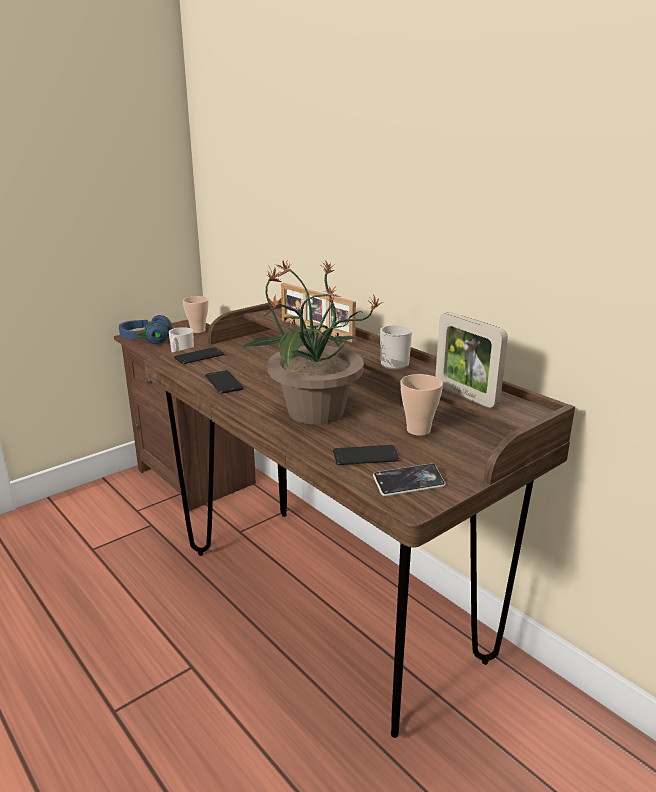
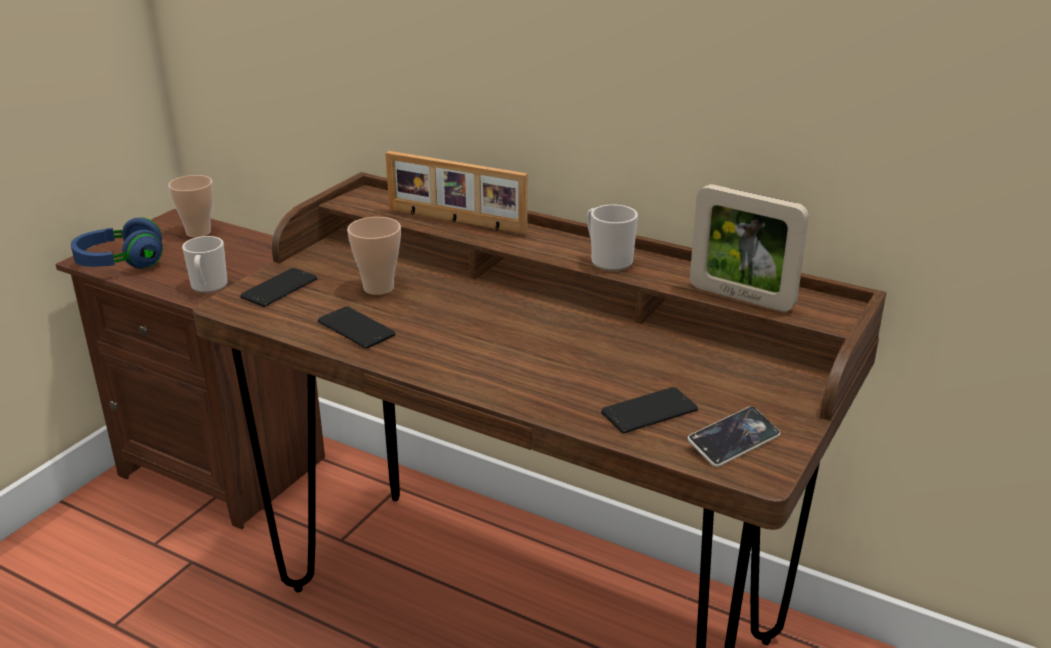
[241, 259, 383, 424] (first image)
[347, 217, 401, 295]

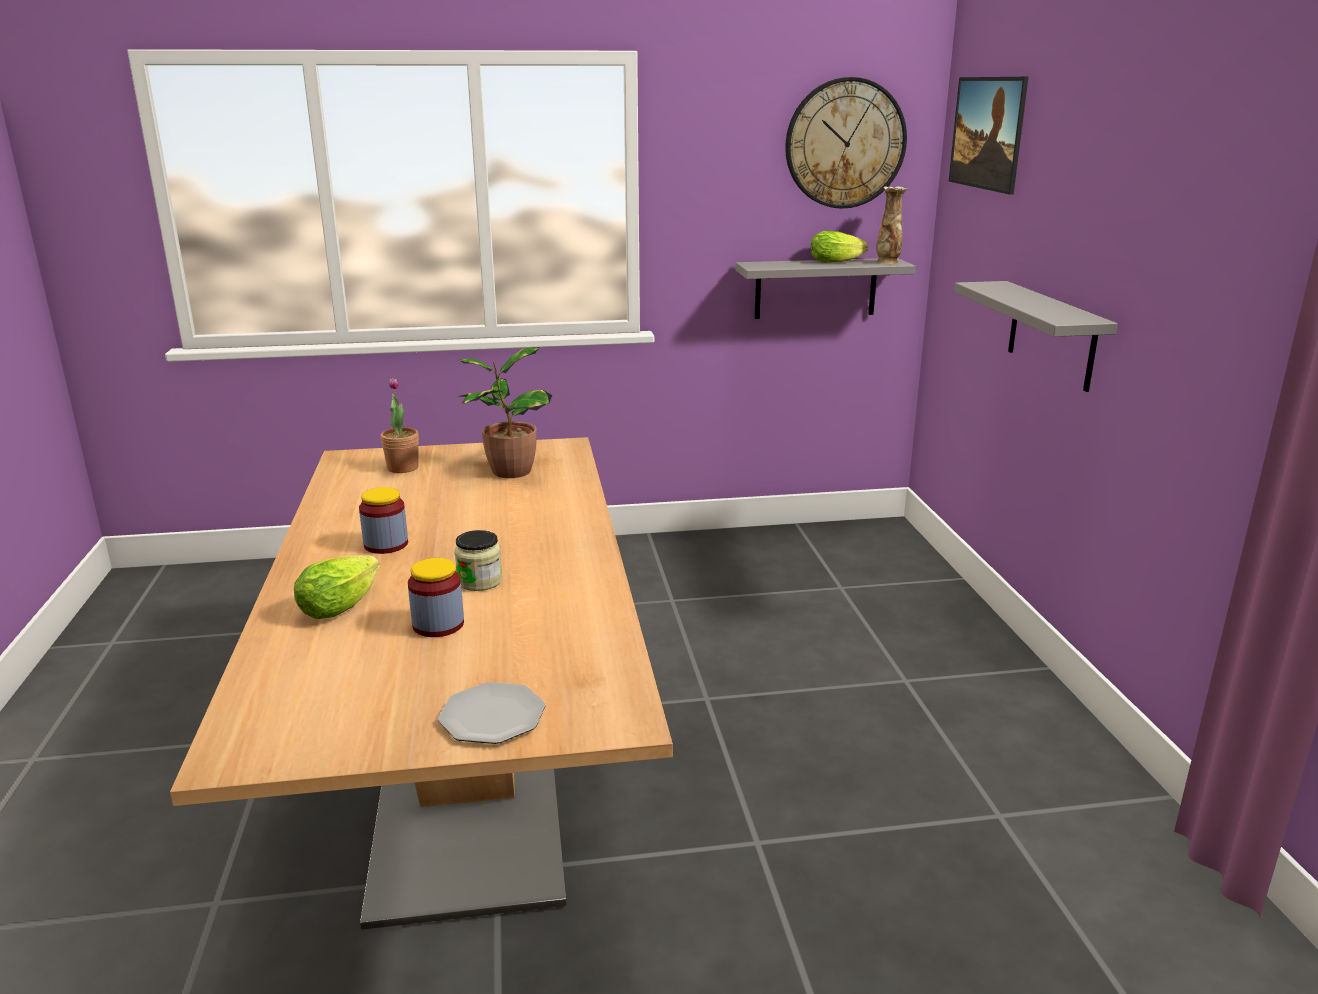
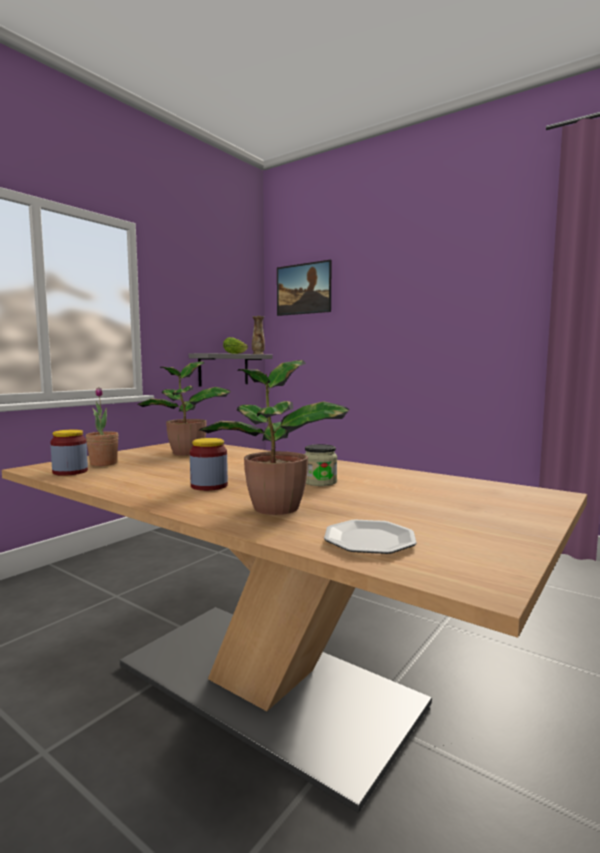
[785, 77, 907, 209] (first image)
[954, 281, 1117, 392] (first image)
[199, 360, 349, 515]
[50, 429, 88, 476]
[324, 520, 417, 554]

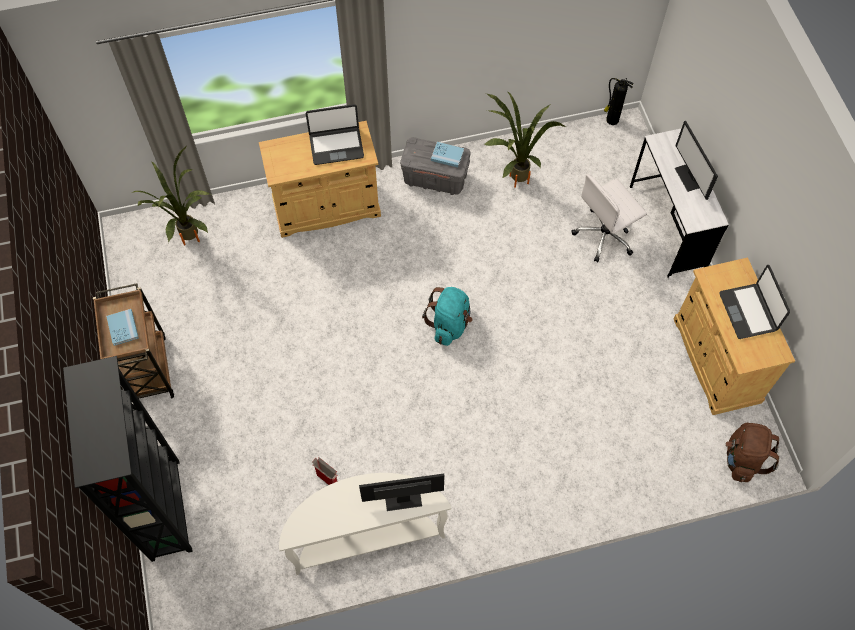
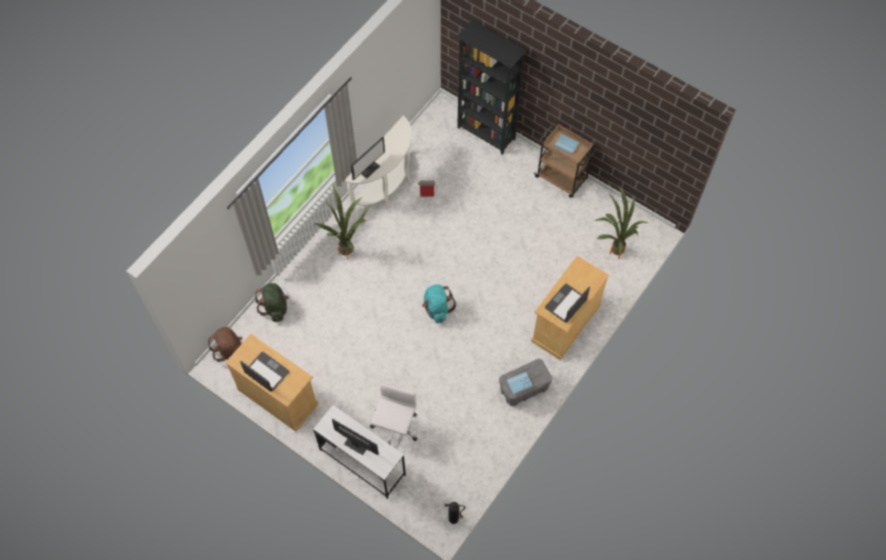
[314, 186, 370, 260]
[255, 283, 289, 322]

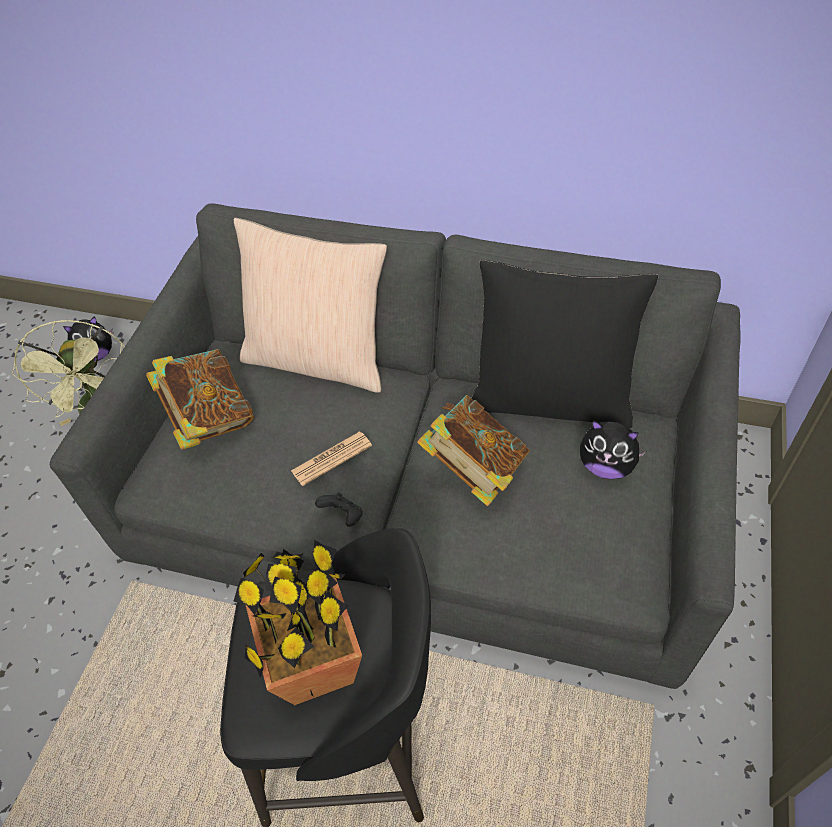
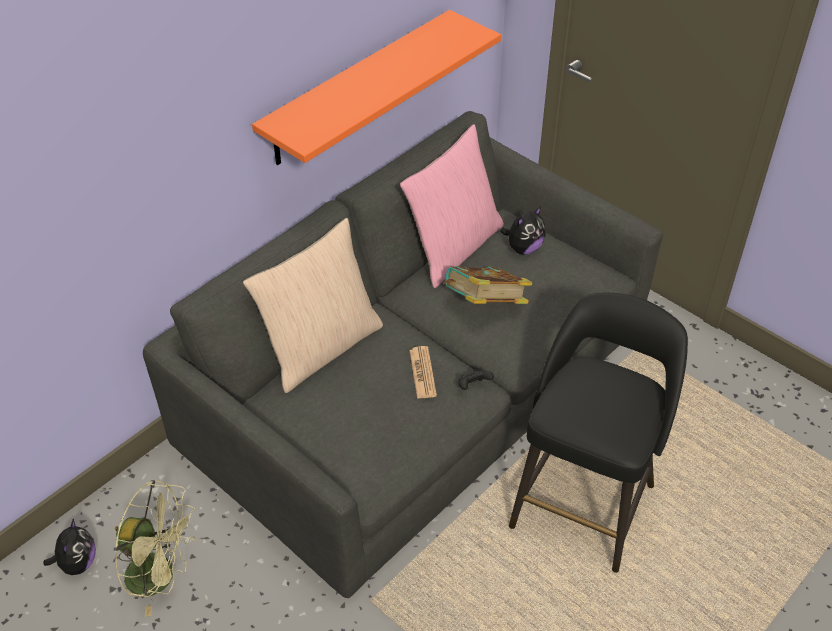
[400, 124, 504, 288]
[146, 349, 254, 450] (first image)
[234, 540, 362, 705] (first image)
[252, 10, 501, 165]

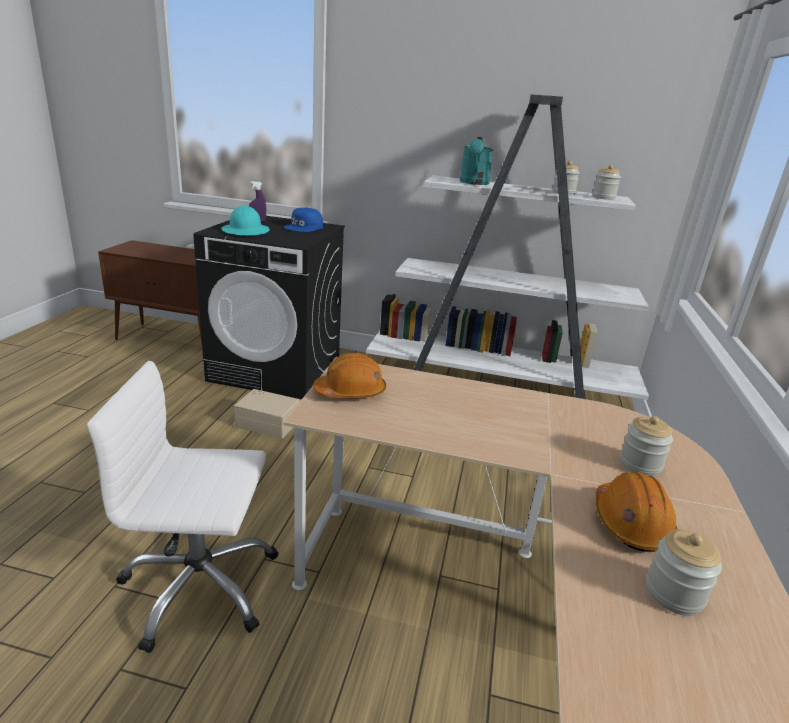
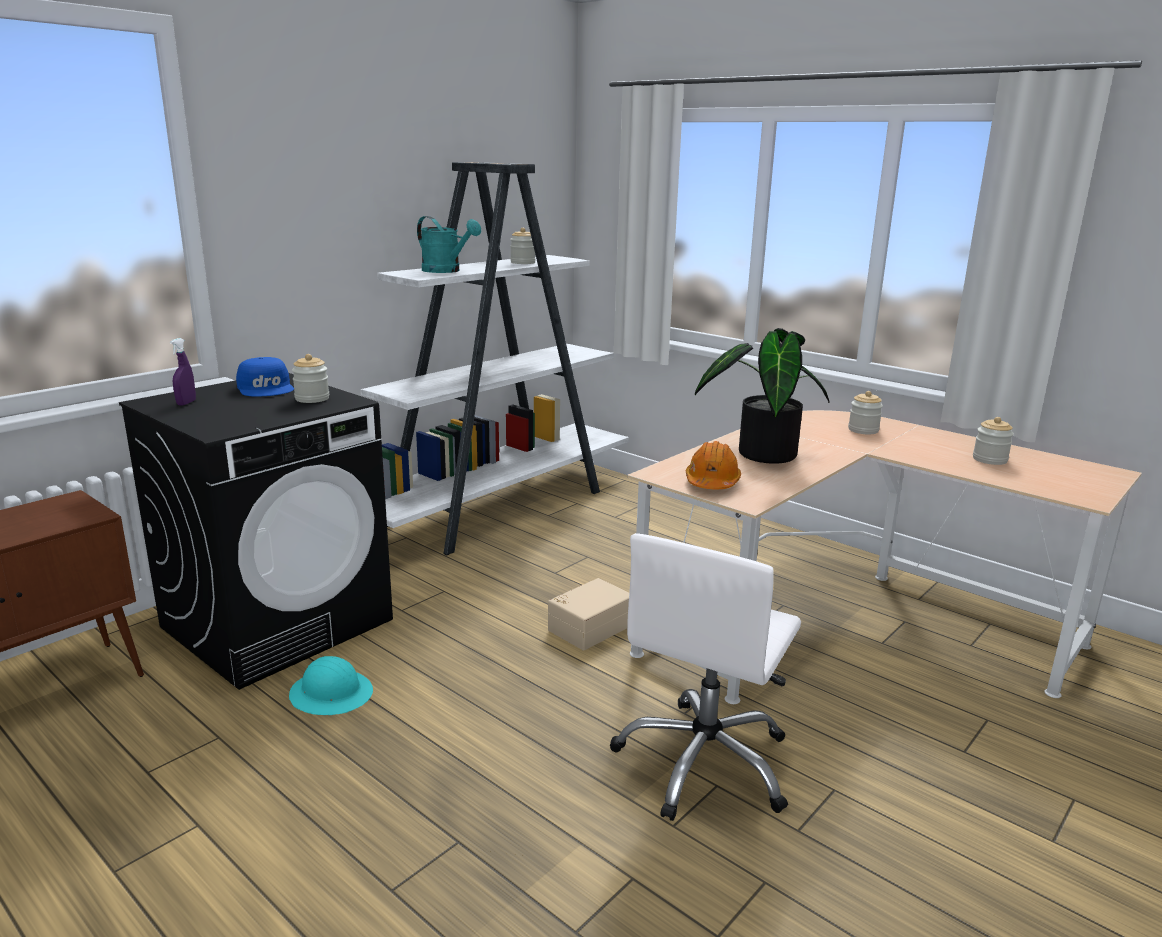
[292, 354, 330, 403]
[289, 656, 373, 715]
[548, 578, 629, 651]
[596, 472, 677, 552] (first image)
[695, 328, 829, 464]

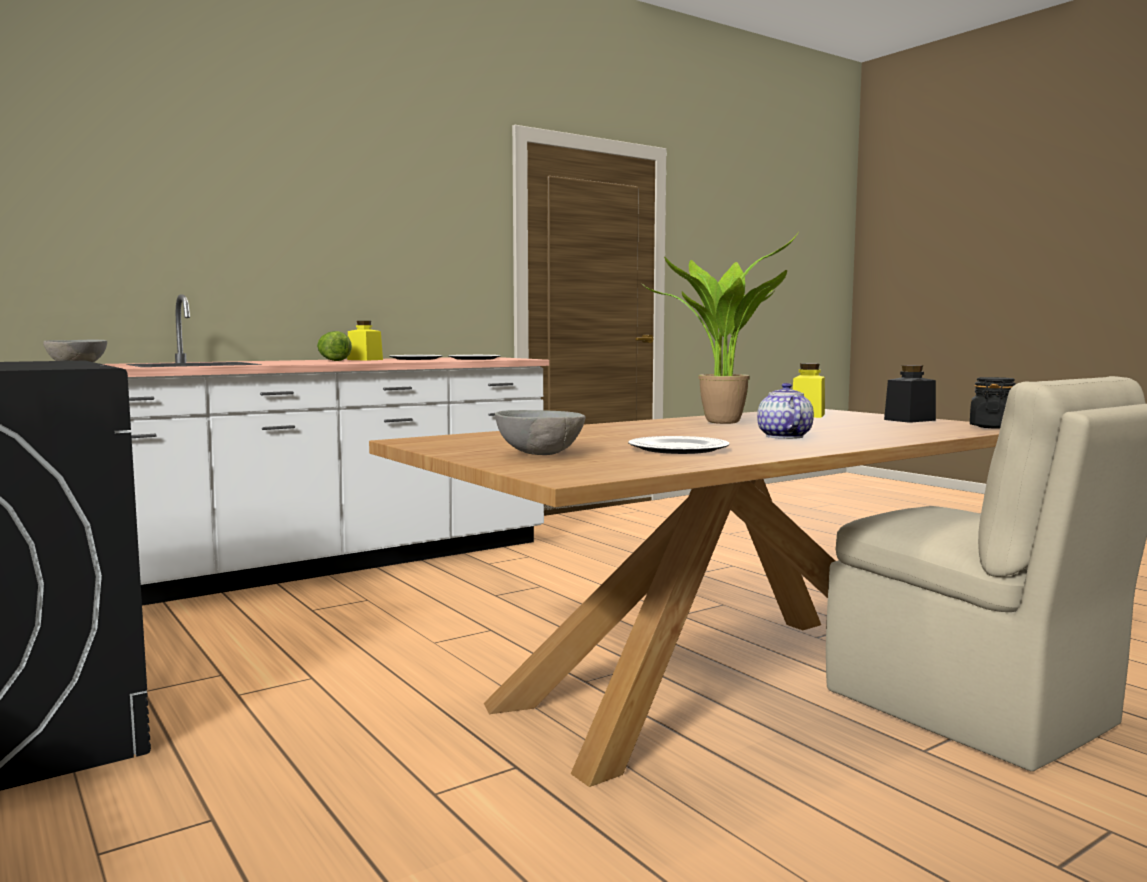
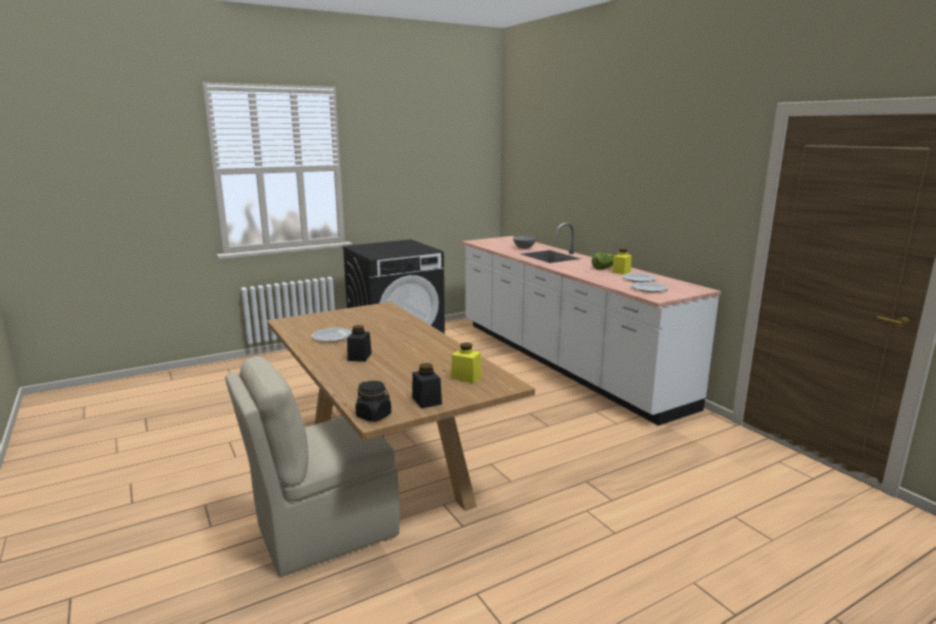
[641, 232, 799, 424] (first image)
[347, 325, 372, 362]
[495, 410, 586, 455] (first image)

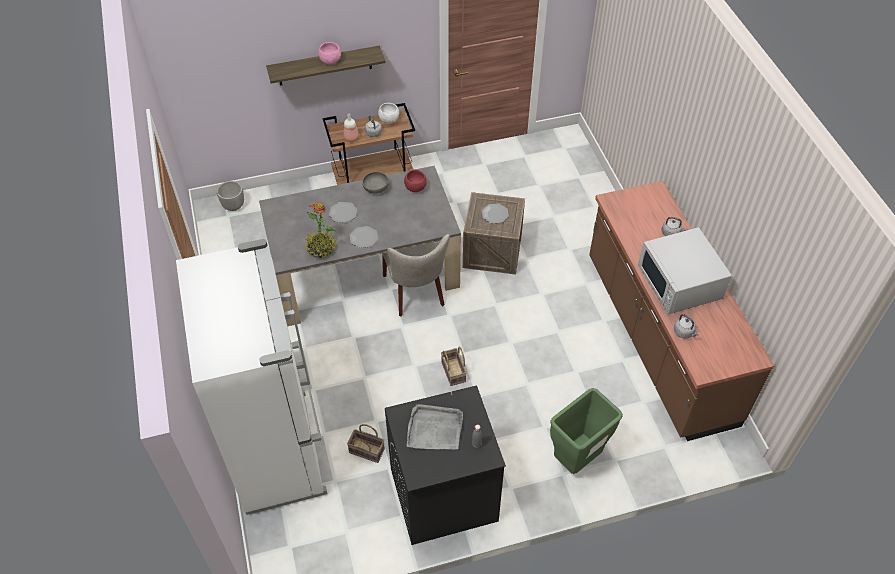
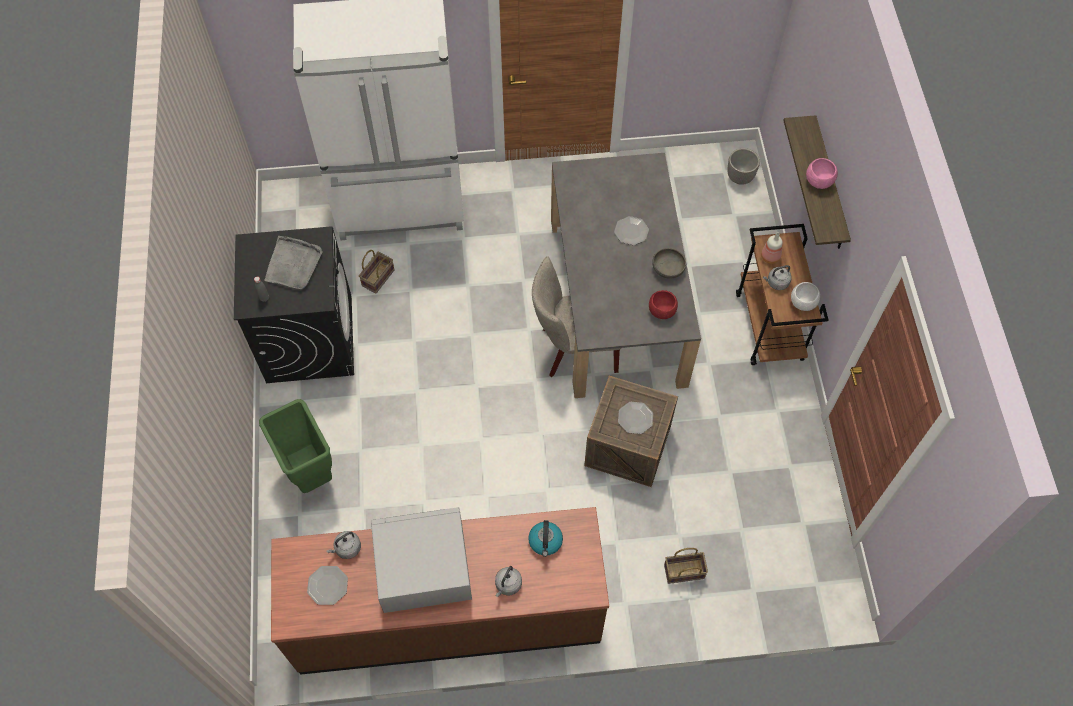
[305, 202, 337, 258] (first image)
[307, 566, 348, 605]
[664, 548, 708, 584]
[528, 520, 563, 557]

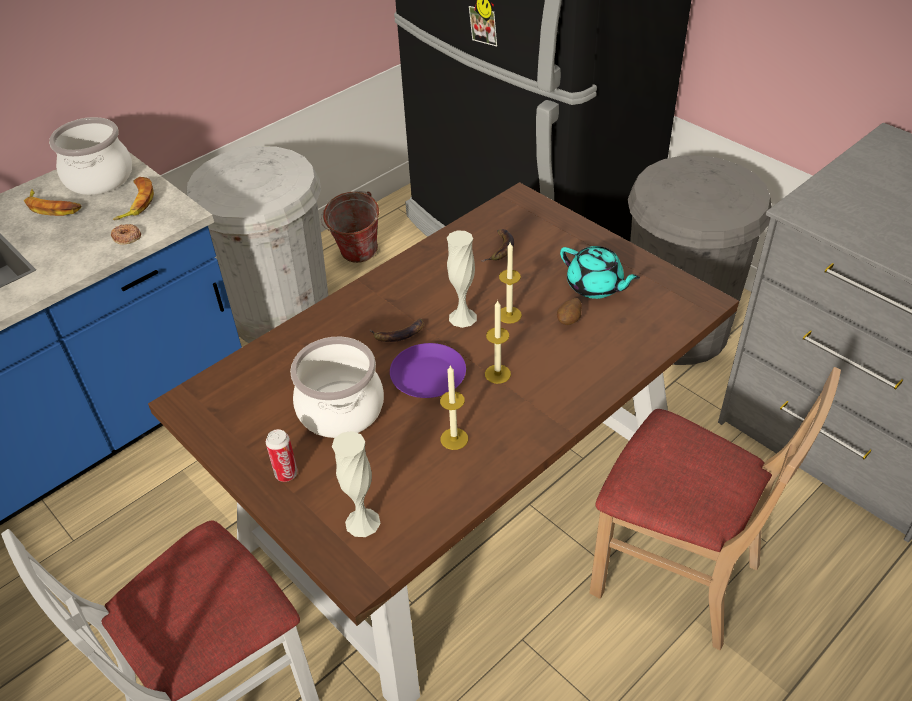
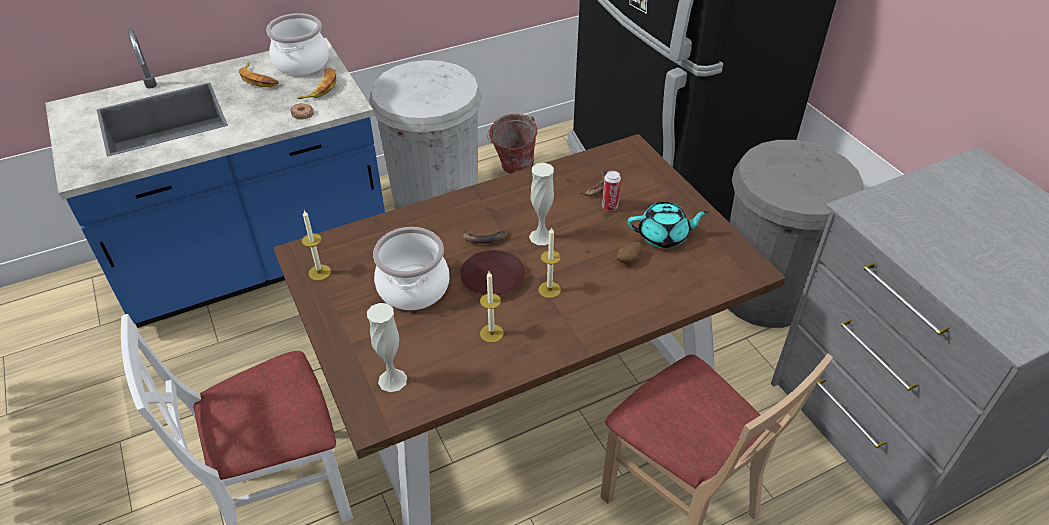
[302, 210, 331, 281]
[628, 202, 709, 248]
[460, 250, 525, 295]
[602, 171, 621, 211]

